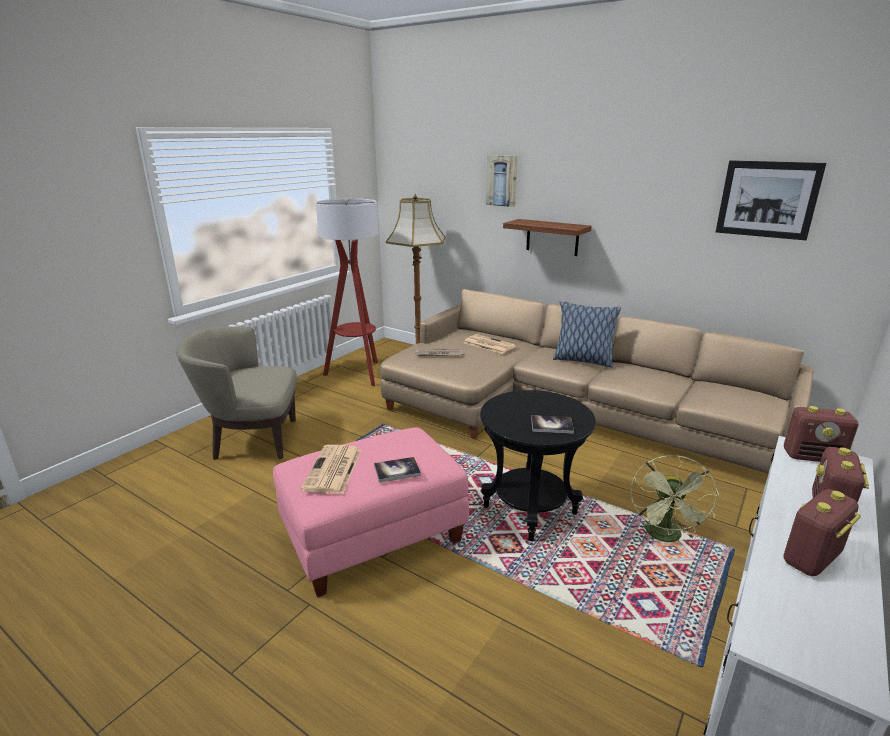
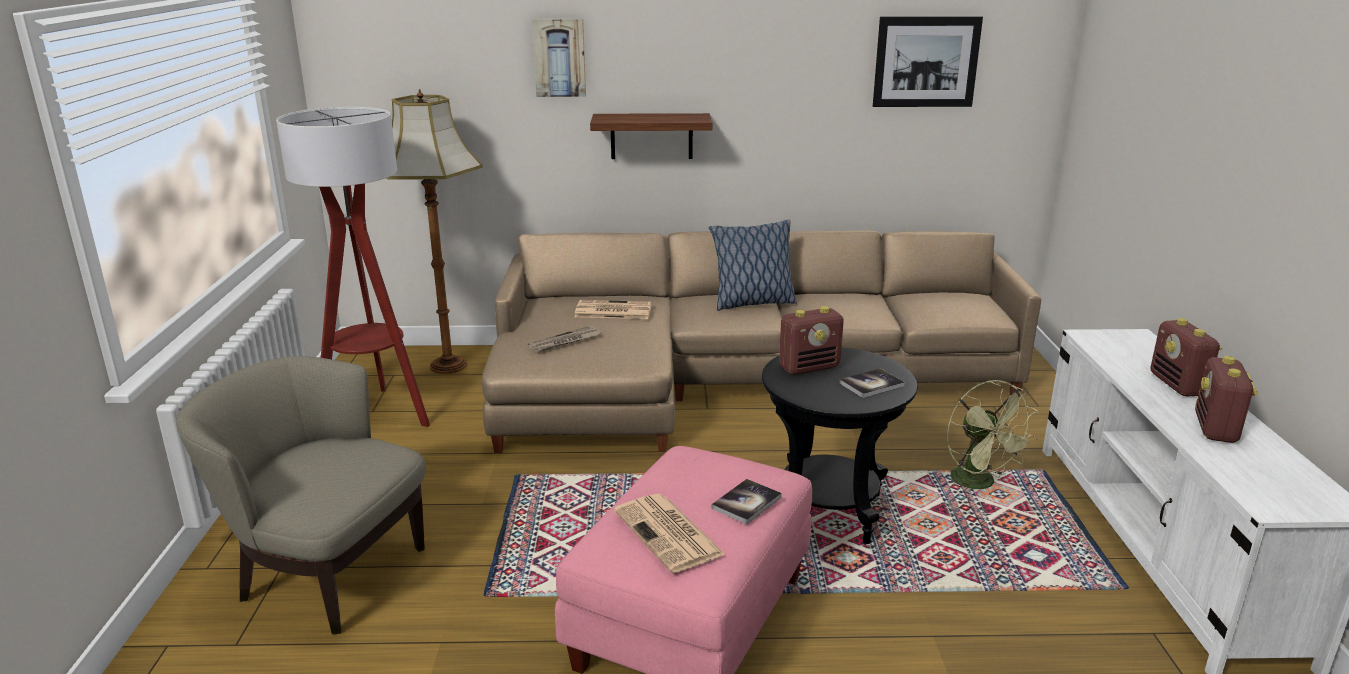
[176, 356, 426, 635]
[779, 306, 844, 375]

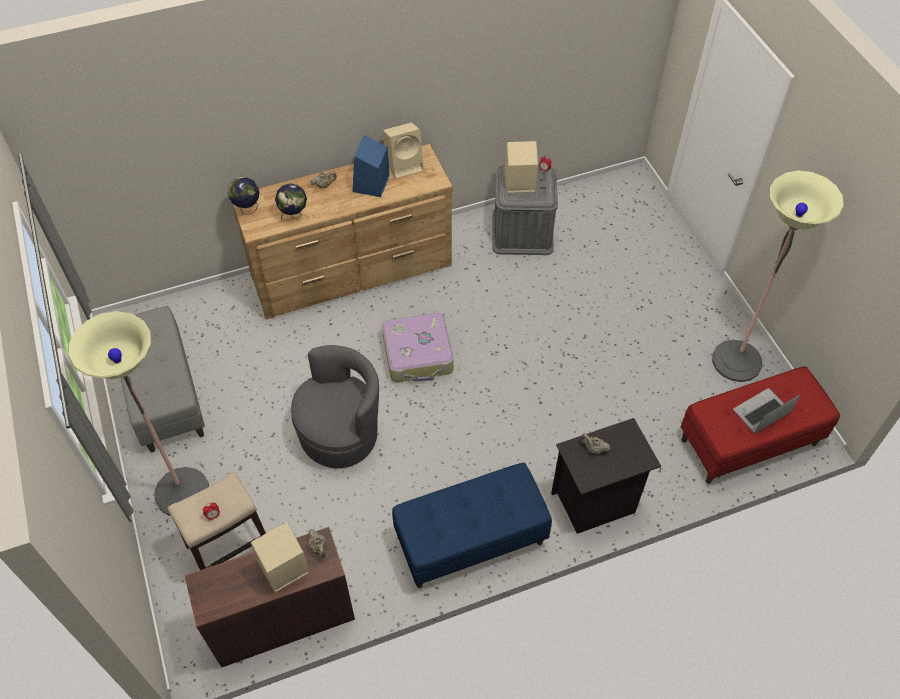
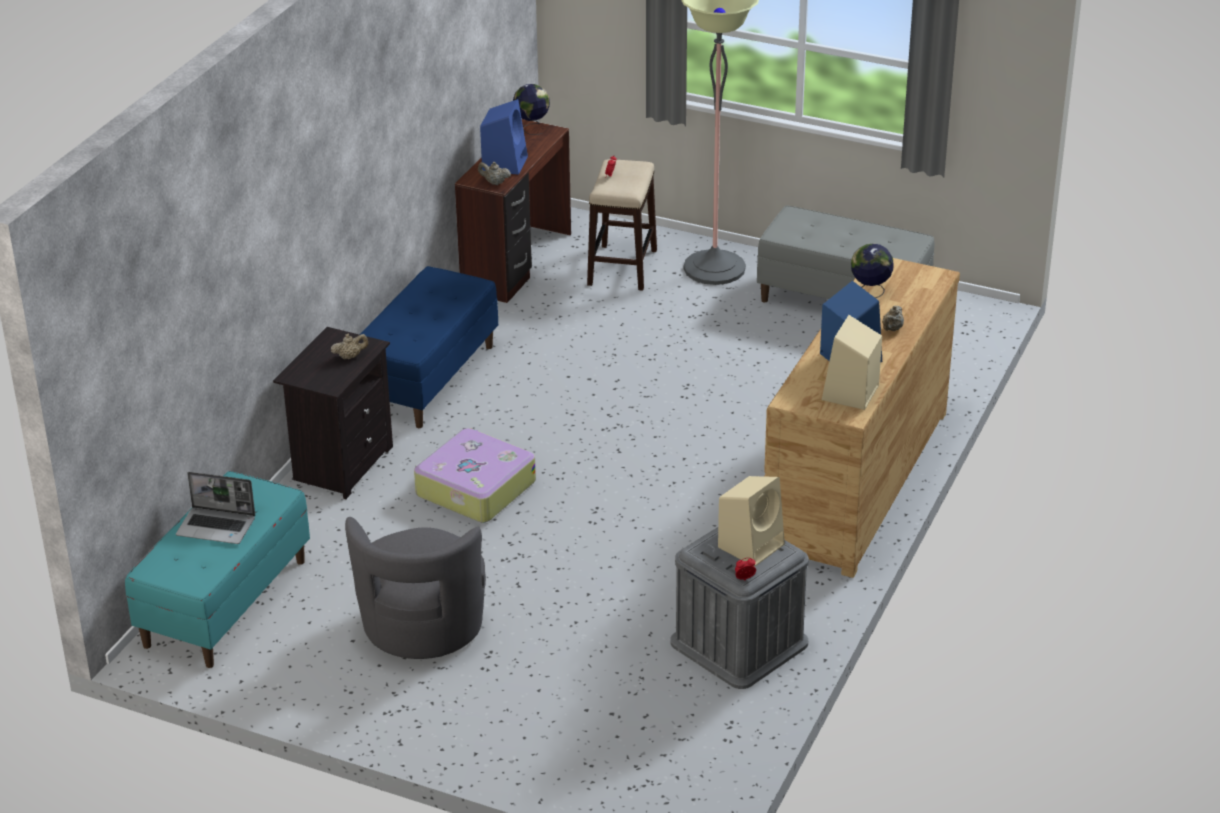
[712, 171, 844, 382] (first image)
[513, 84, 550, 135]
[414, 428, 536, 522]
[345, 517, 486, 659]
[125, 471, 310, 668]
[176, 472, 255, 544]
[480, 99, 528, 175]

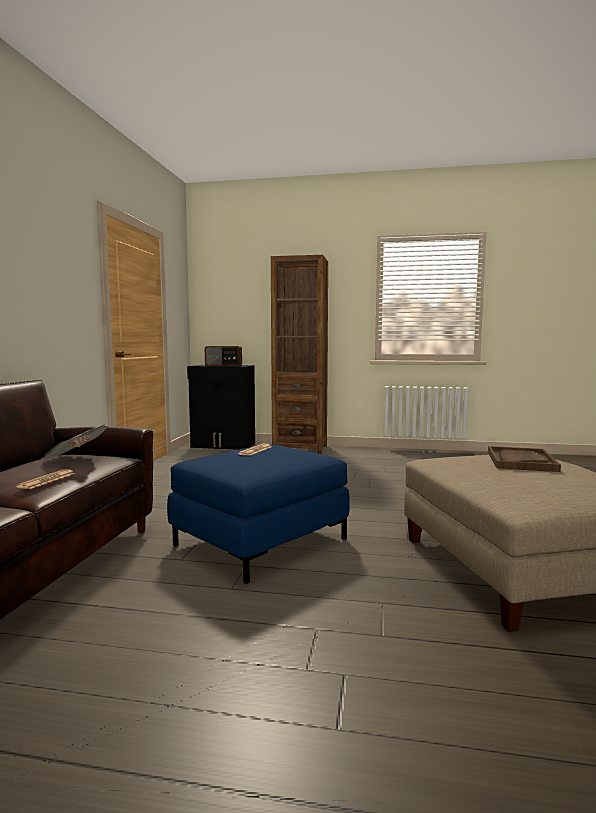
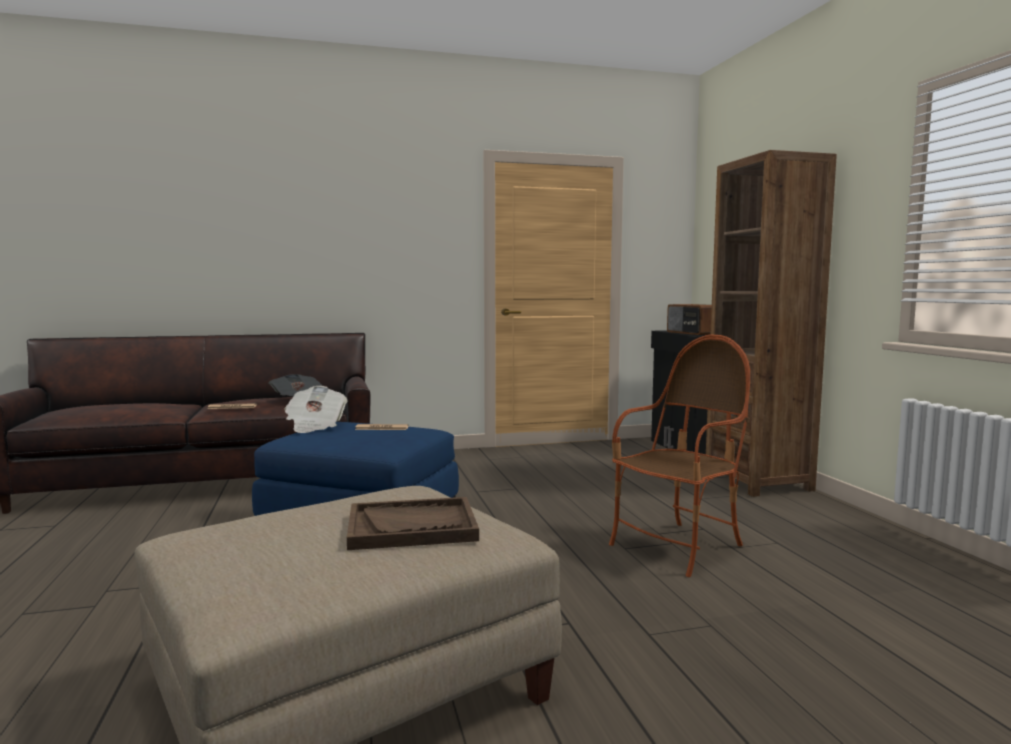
[609, 334, 750, 577]
[284, 386, 347, 433]

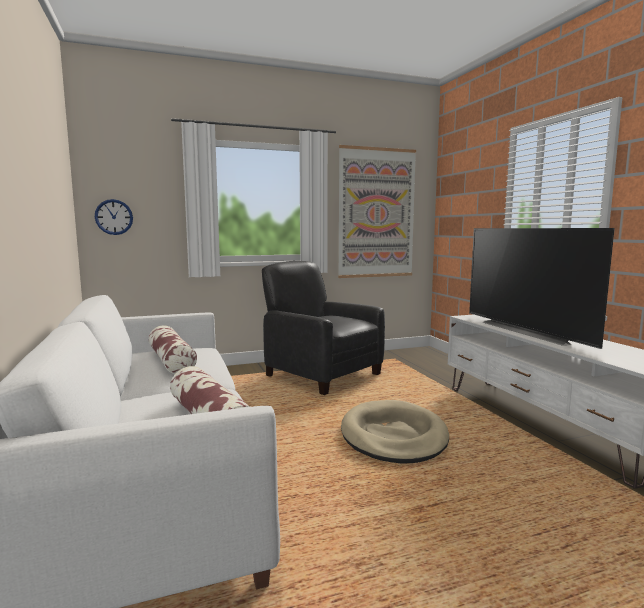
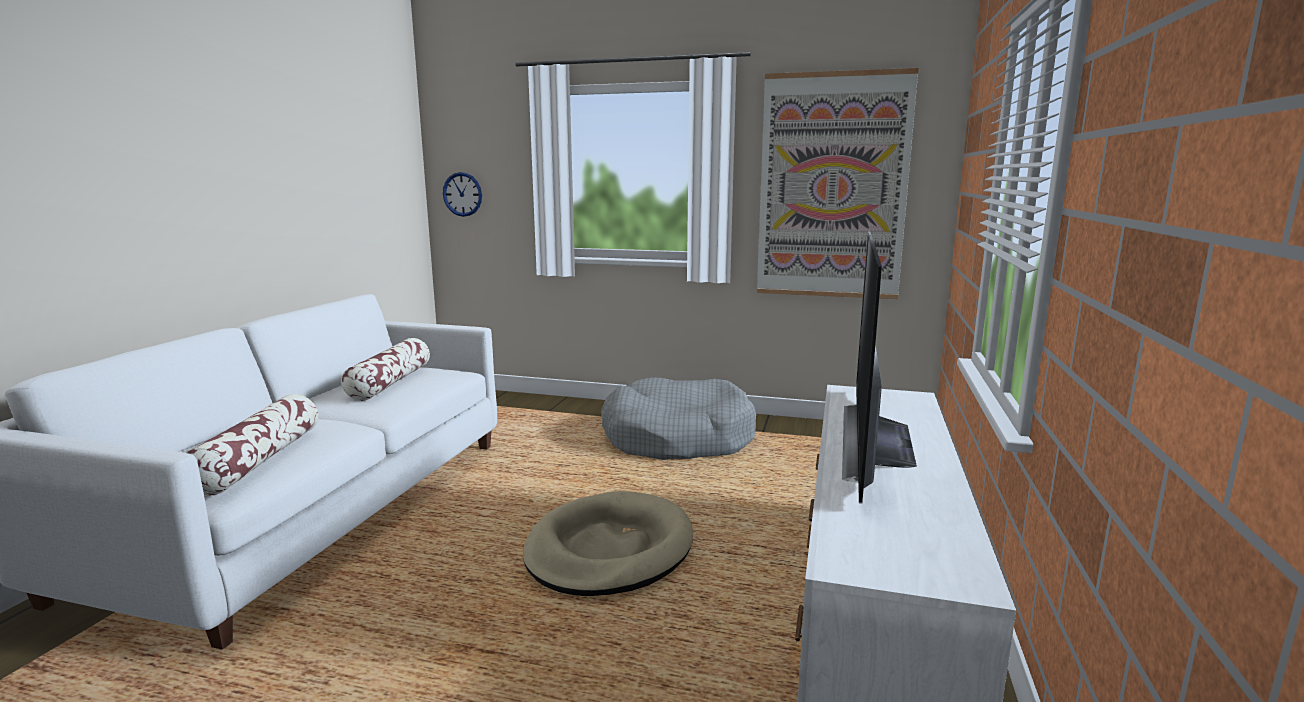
[601, 377, 756, 460]

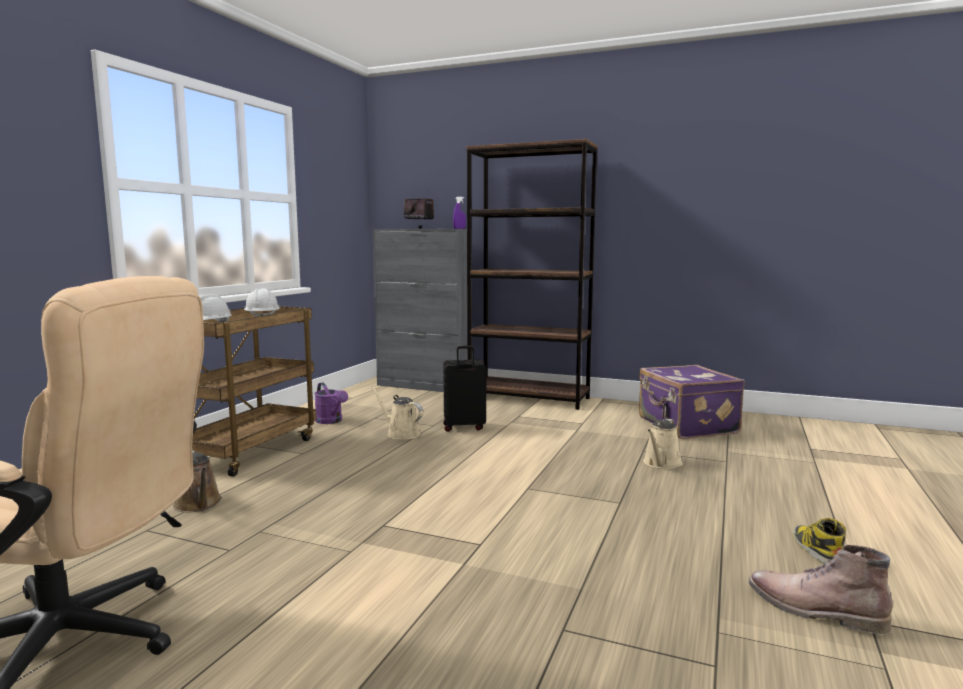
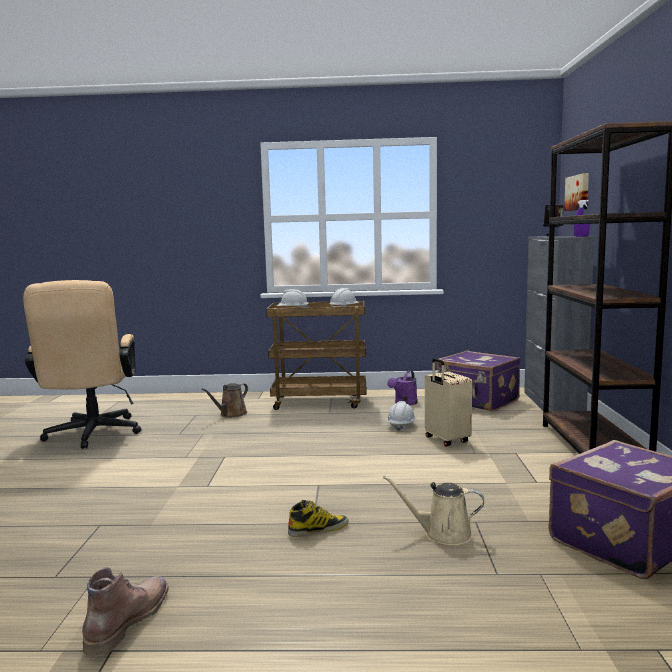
[425, 358, 472, 446]
[387, 401, 416, 431]
[288, 500, 349, 537]
[564, 173, 589, 211]
[437, 350, 521, 412]

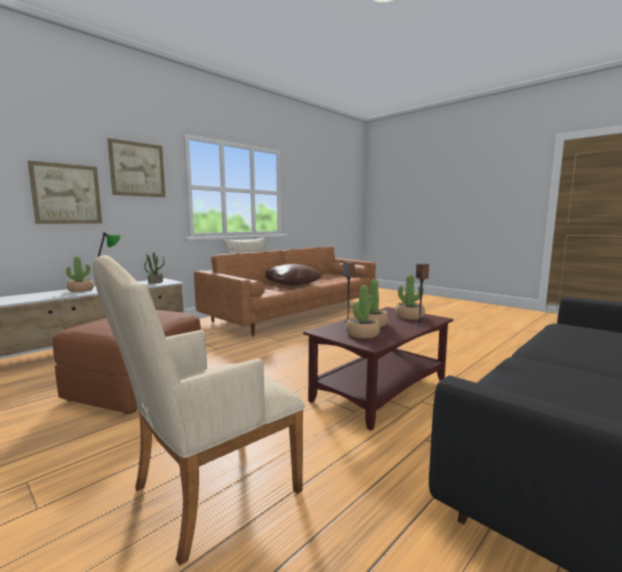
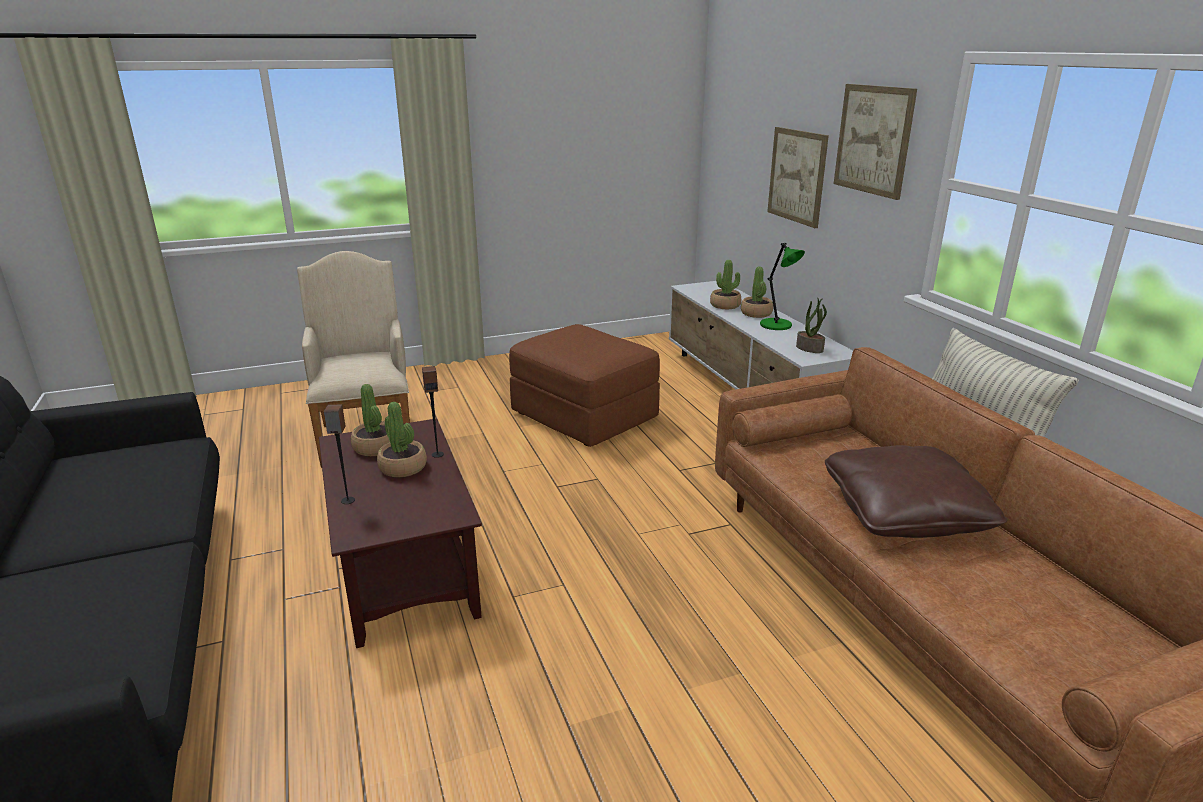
[710, 260, 741, 309]

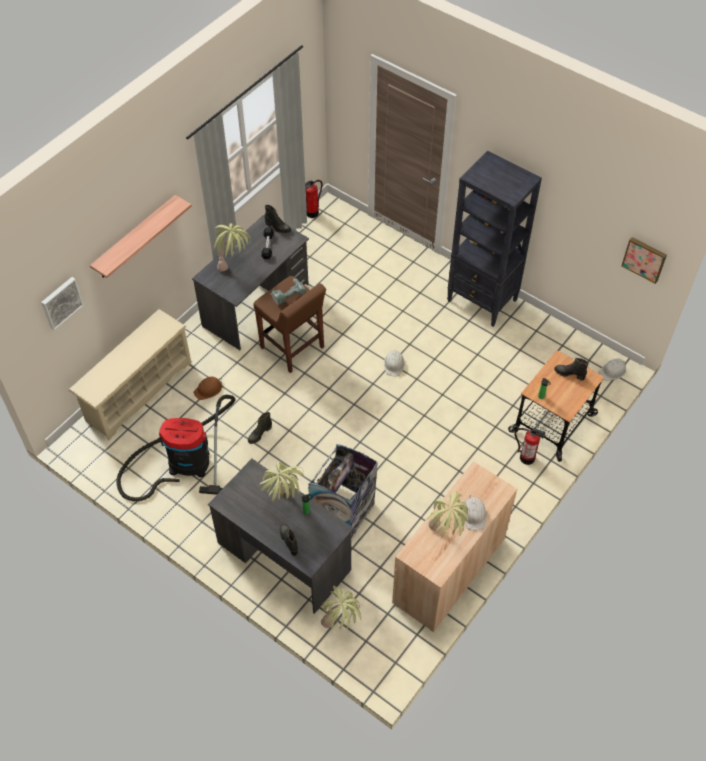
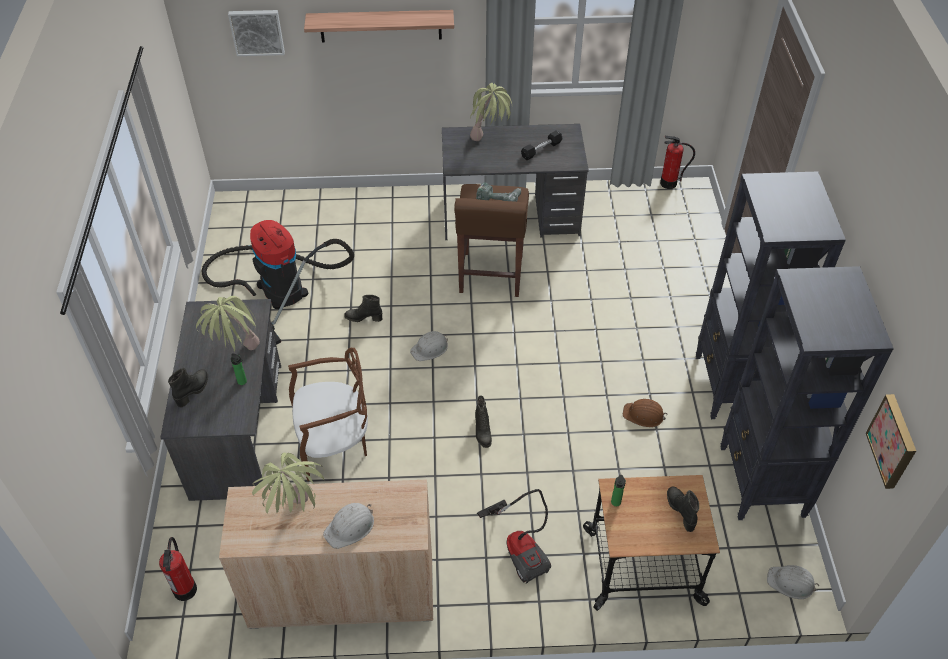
[475, 396, 492, 448]
[69, 309, 191, 440] (first image)
[410, 331, 448, 361]
[623, 399, 668, 427]
[159, 537, 197, 601]
[288, 348, 368, 481]
[321, 585, 361, 630] (first image)
[720, 266, 894, 520]
[477, 489, 551, 584]

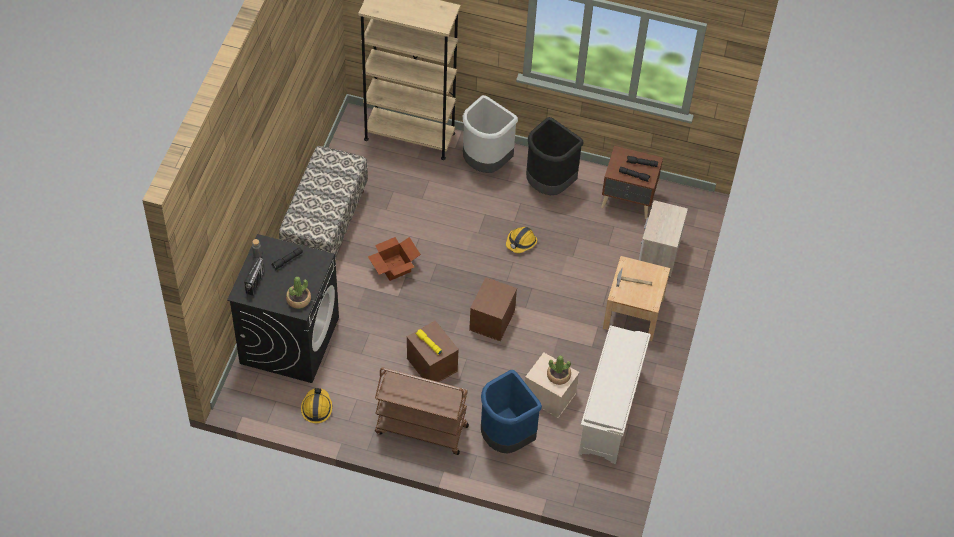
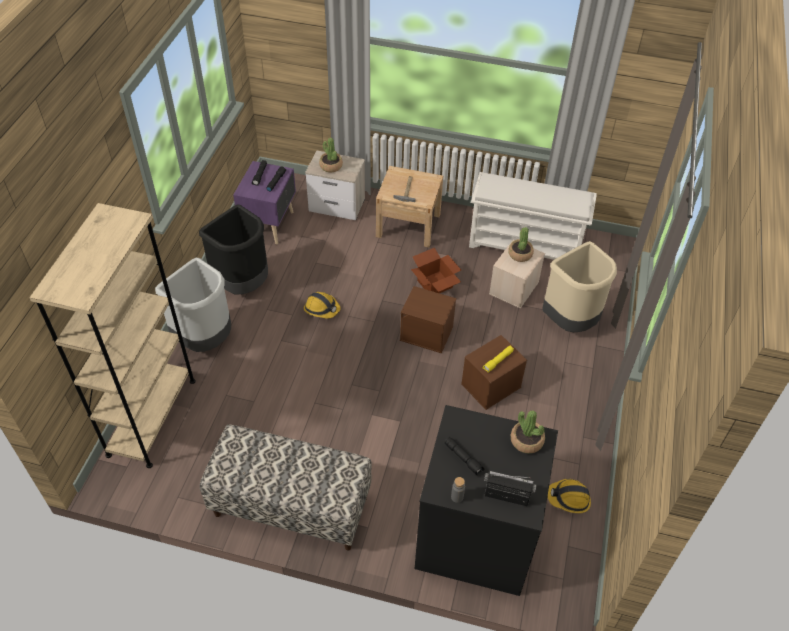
[233, 161, 296, 245]
[411, 248, 461, 293]
[375, 368, 469, 455] (first image)
[542, 241, 617, 332]
[319, 138, 343, 172]

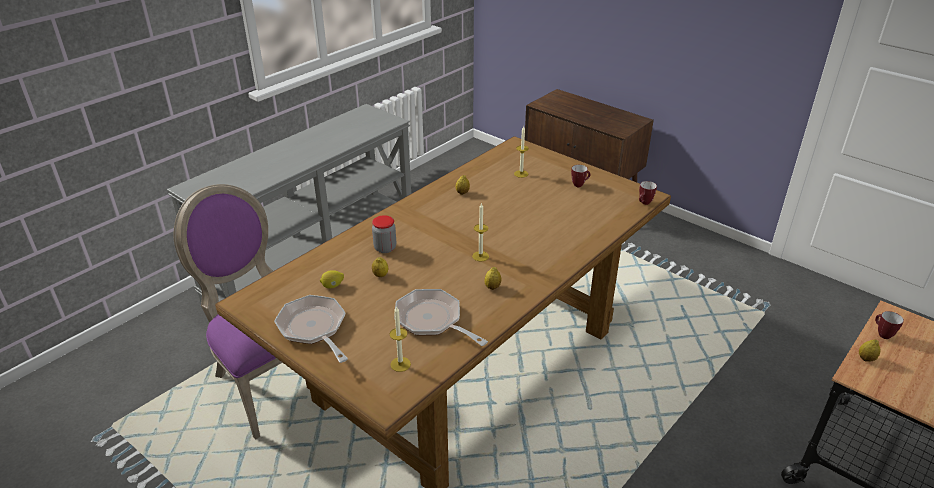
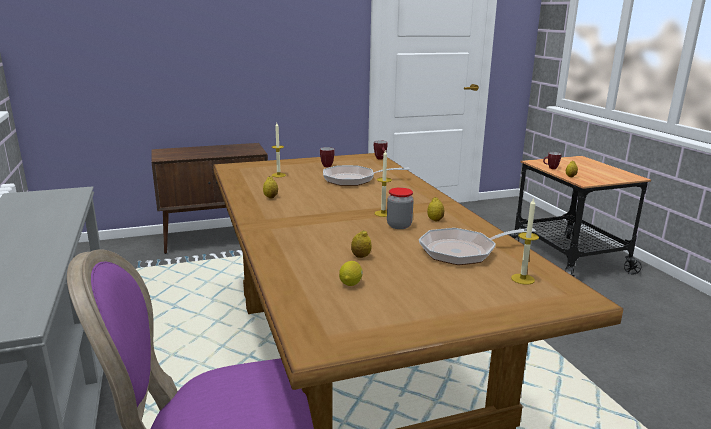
[387, 188, 414, 229]
[323, 165, 409, 186]

